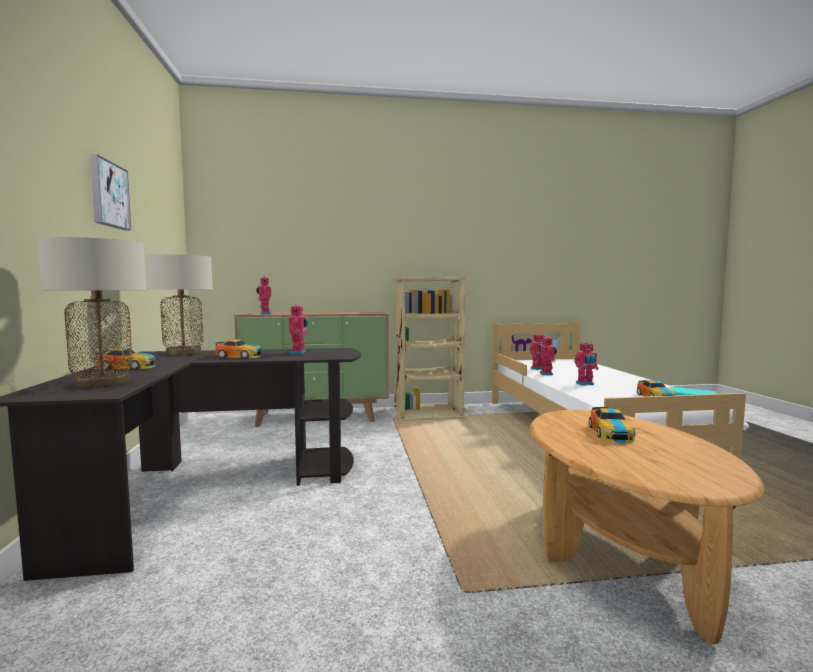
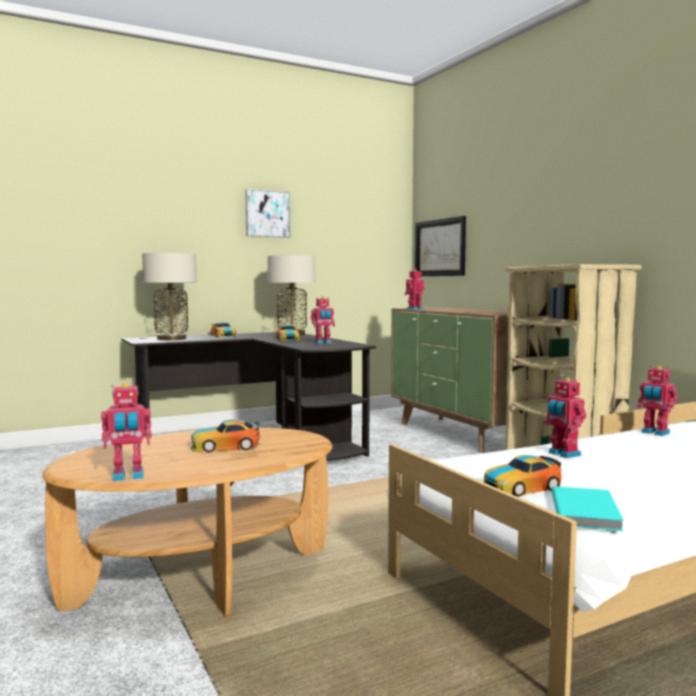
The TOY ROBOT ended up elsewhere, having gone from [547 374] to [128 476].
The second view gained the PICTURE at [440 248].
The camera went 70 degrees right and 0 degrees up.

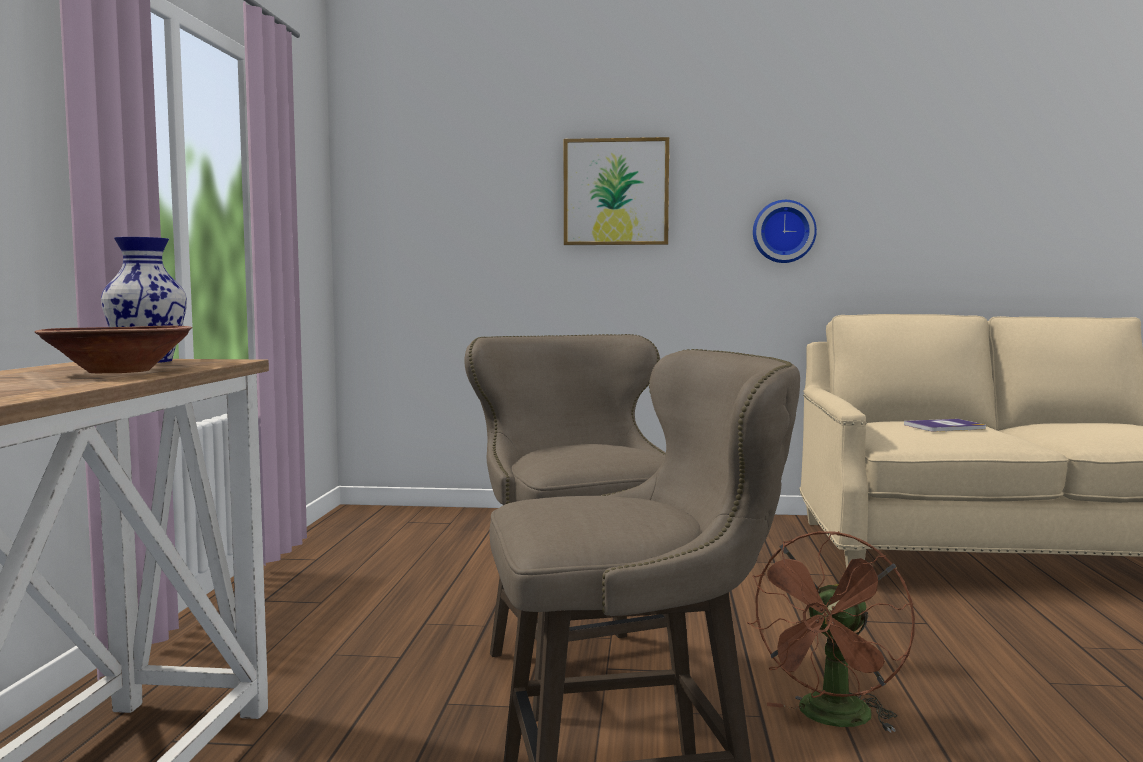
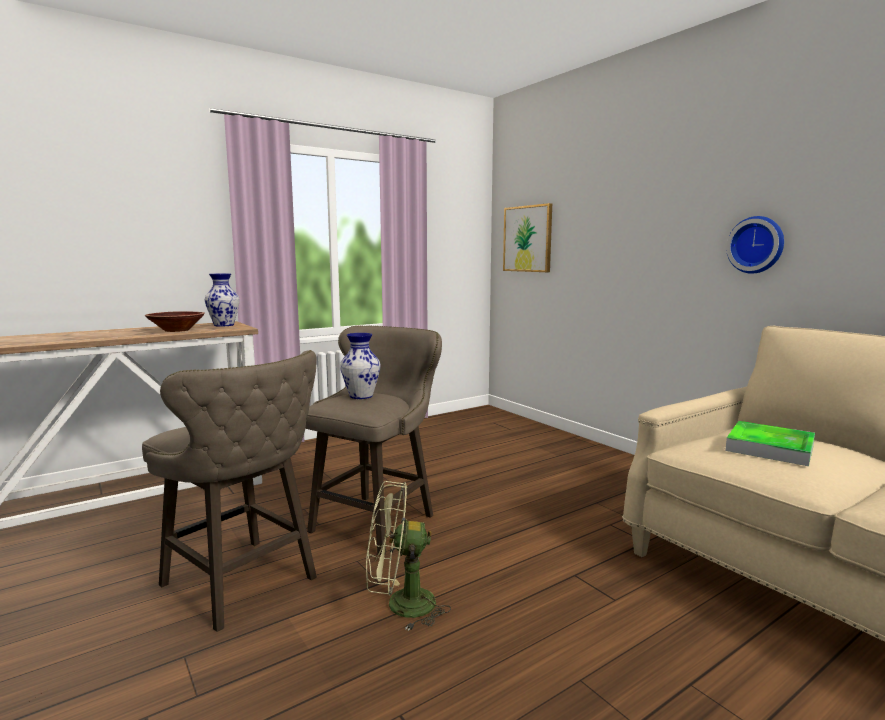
The PICTURE ended up elsewhere, having gone from [616 192] to [527 239].
What was the BROWN FAN at [832 719] turned into the GREEN FAN at [400 606].
Where the BOOK stood at [945 427], the TRAY came to stand at [770 448].
The second view gained the VASE at [360 396].
The camera went 50 degrees right and 5 degrees up.

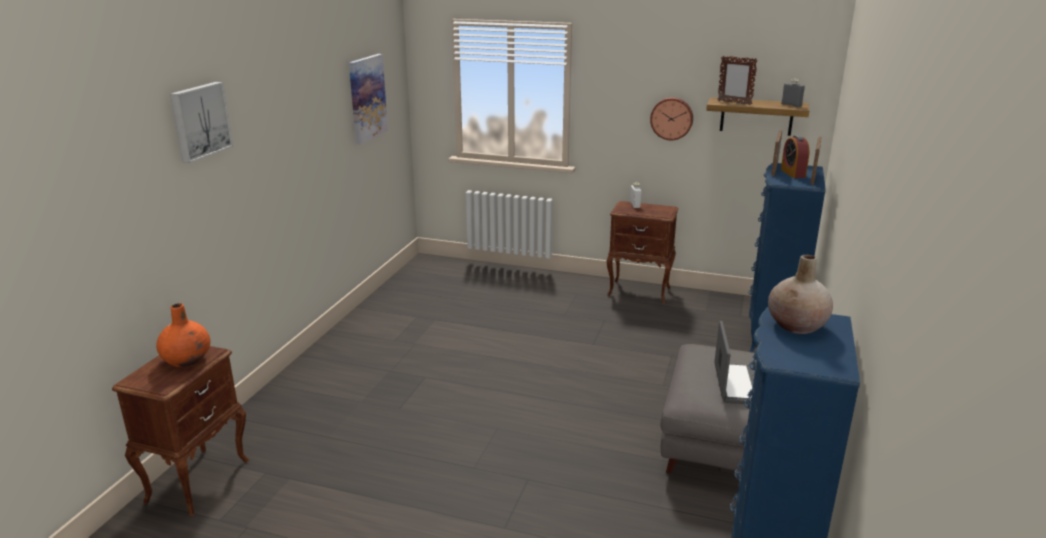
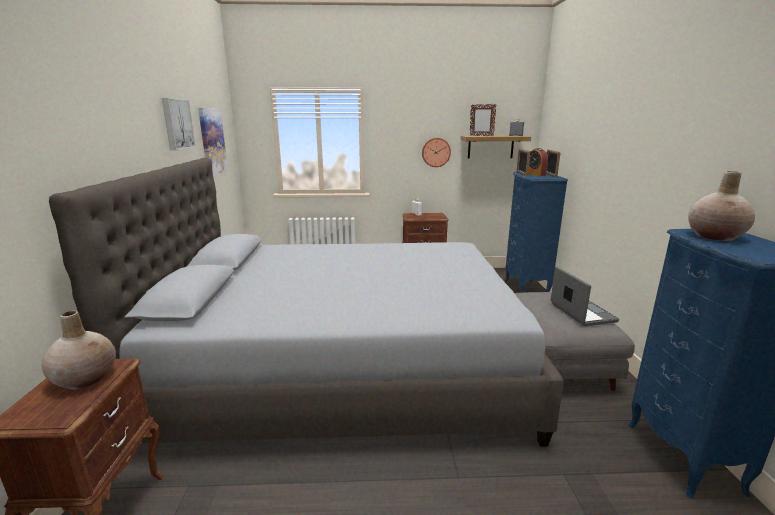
What was the ORANGE VASE at [187 359] turned into the BEIGE VASE at [86 378].
The PICTURE ended up elsewhere, having gone from [199 121] to [177 124].
The second view gained the GREY BED at [345 367].
The camera went 20 degrees left and 5 degrees down.

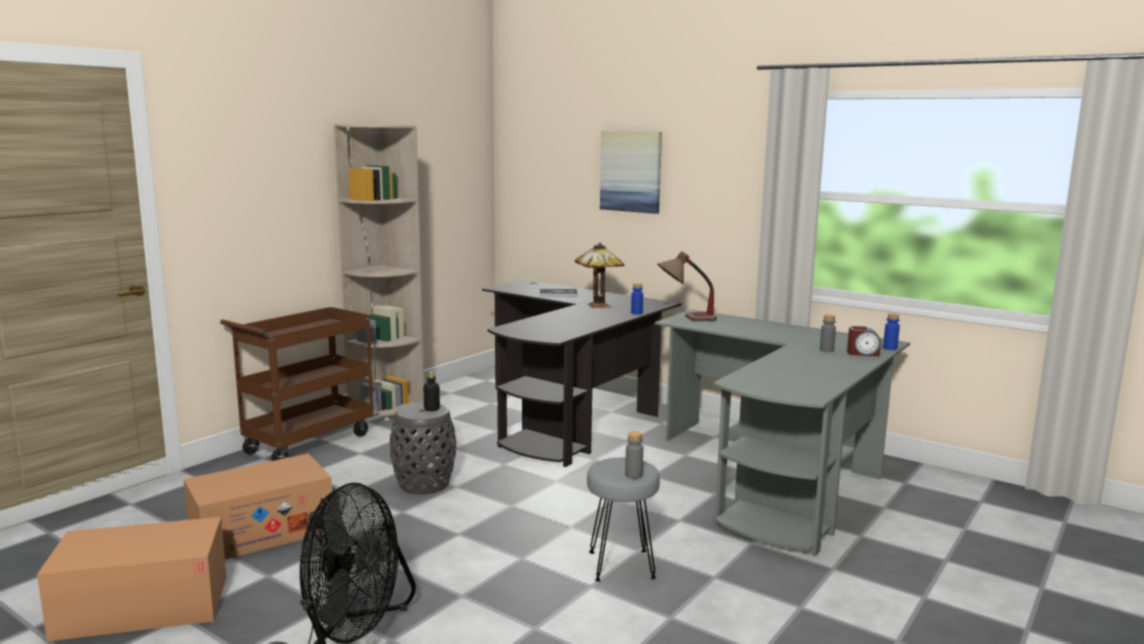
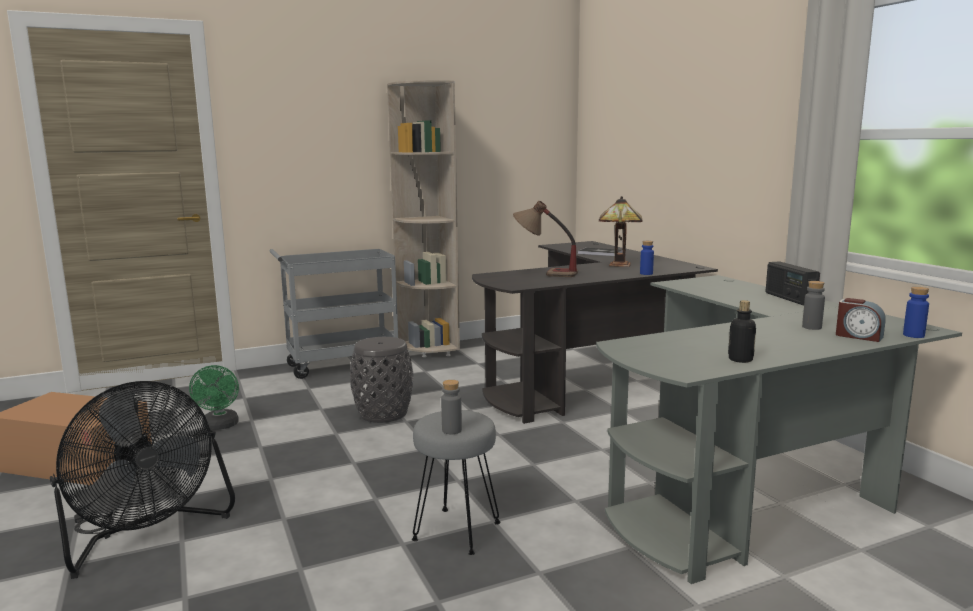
Where the CARDBOARD BOX stood at [261 532], the GREEN FAN came to stand at [220 426].
What was the BROWN CART at [306 445] turned into the GREY CART at [339 366].
The BOTTLE ended up elsewhere, having gone from [432 409] to [740 359].
The second view lost the PICTURE at [631 171].
The TABLE LAMP ended up elsewhere, having gone from [685 319] to [544 273].
The second view gained the RADIO at [789 298].
The camera went 30 degrees right and 0 degrees up.

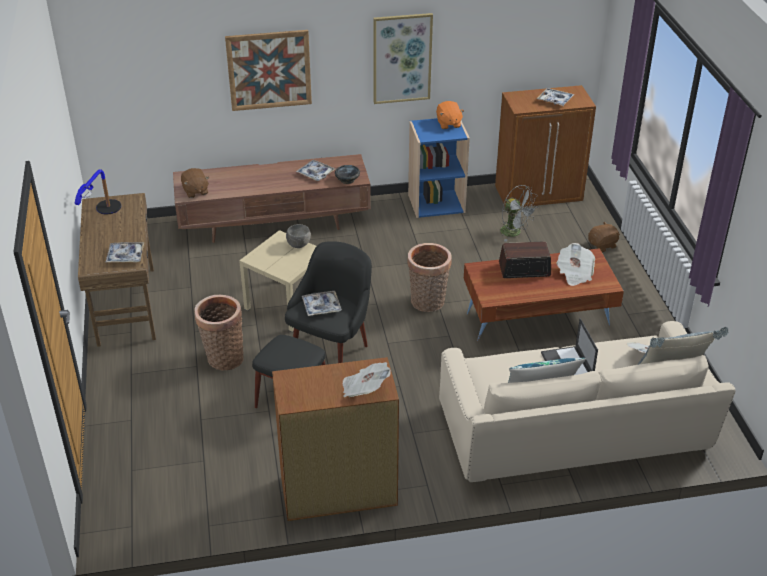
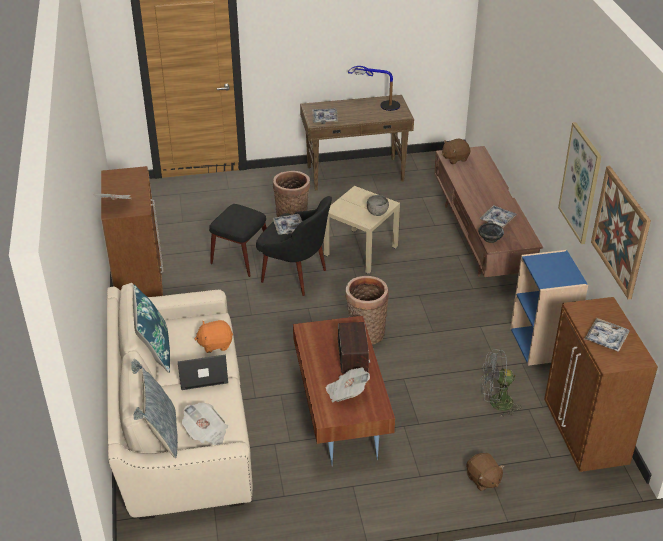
The PICTURE ended up elsewhere, having gone from [269 70] to [620 231].
The ORANGE PLUSH TOY ended up elsewhere, having gone from [448 124] to [215 344].
The GREY FAN at [514 233] ended up facing another way, 45 degrees clockwise from before.
The camera went 90 degrees right and 0 degrees up.

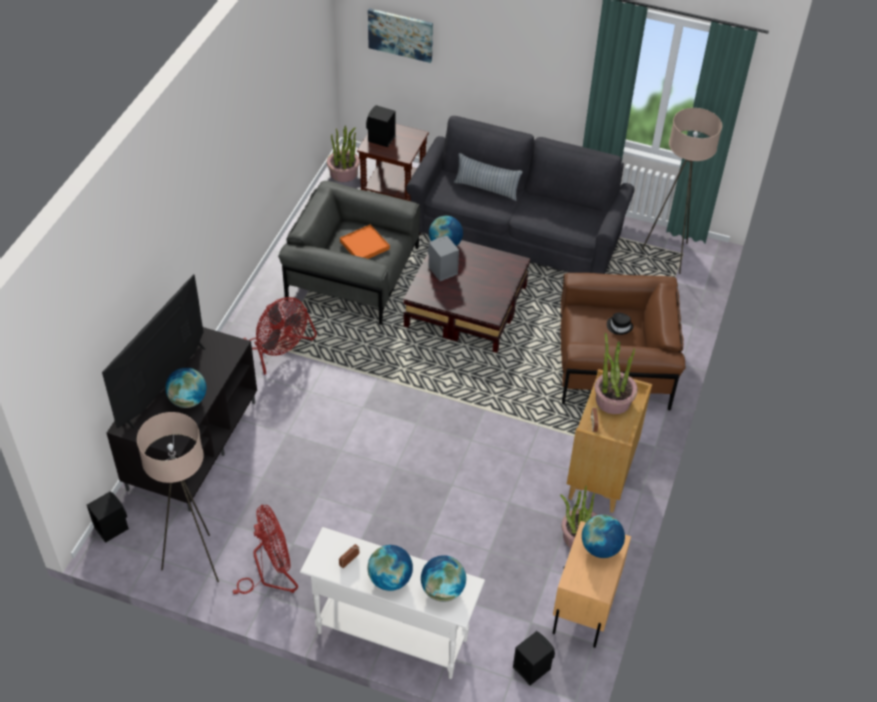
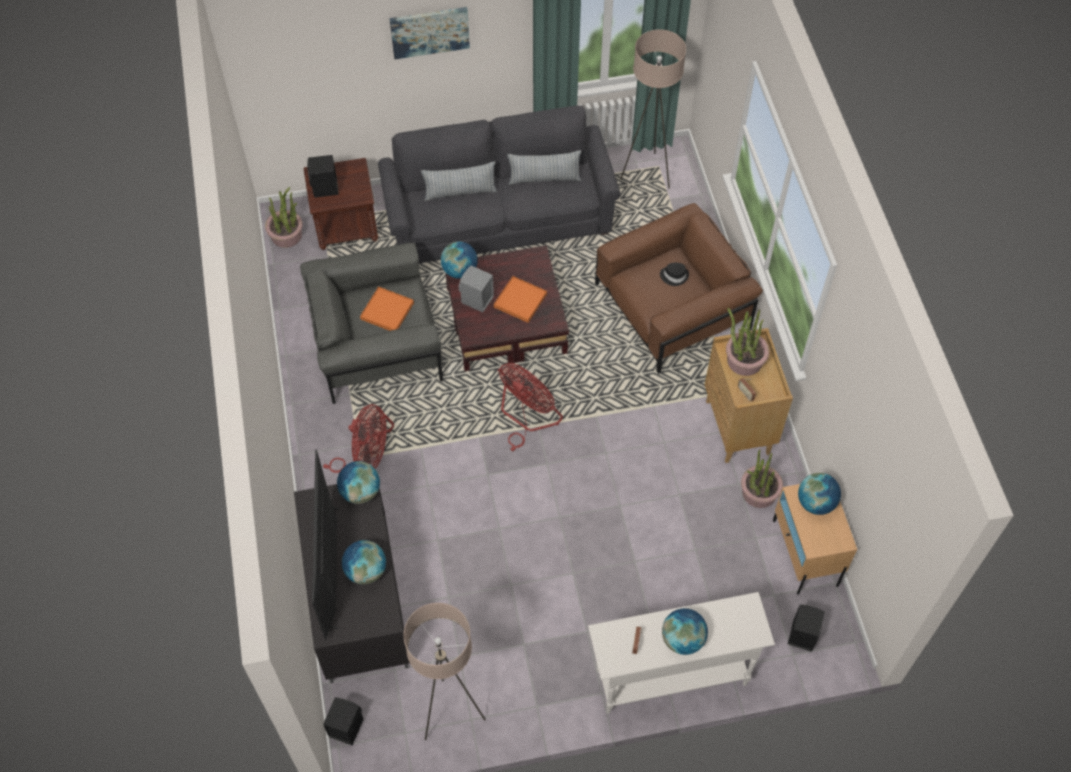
The RED FAN ended up elsewhere, having gone from [269 568] to [524 416].
The PICTURE ended up elsewhere, having gone from [400 34] to [429 31].
The GLOBE ended up elsewhere, having gone from [443 590] to [360 492].
The second view gained the ORANGE TRAY at [520 300].
The second view gained the PILLOW at [544 178].
The camera went 30 degrees left and 10 degrees up.

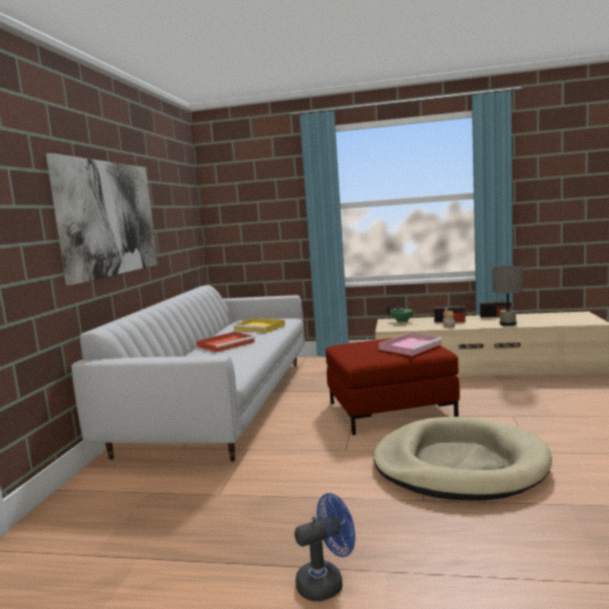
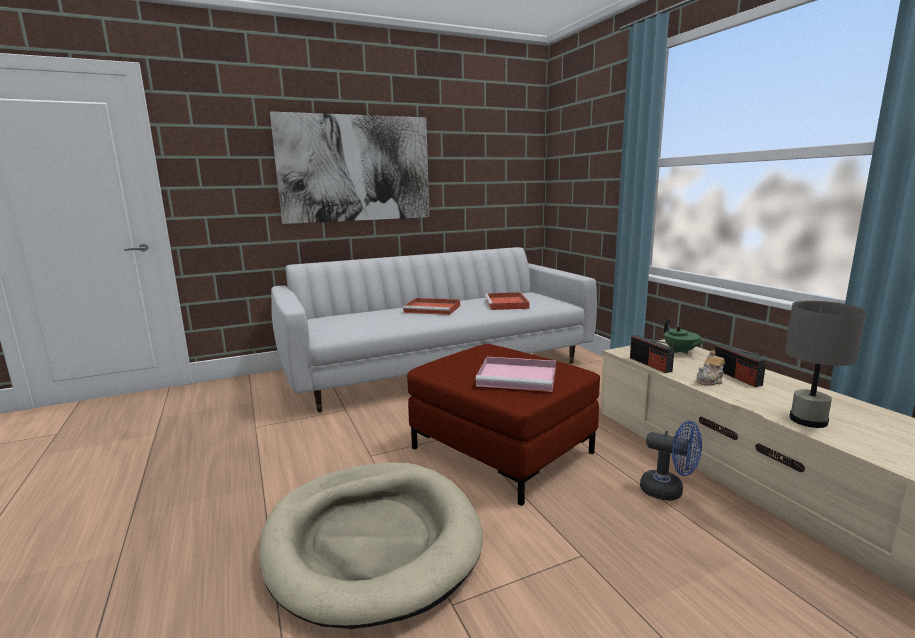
What was the YELLOW TRAY at [260 327] turned into the RED TRAY at [507 304].
The BLUE FAN ended up elsewhere, having gone from [326 582] to [668 491].
The RADIO ended up elsewhere, having gone from [495 316] to [650 364].
The camera went 55 degrees right and 5 degrees up.

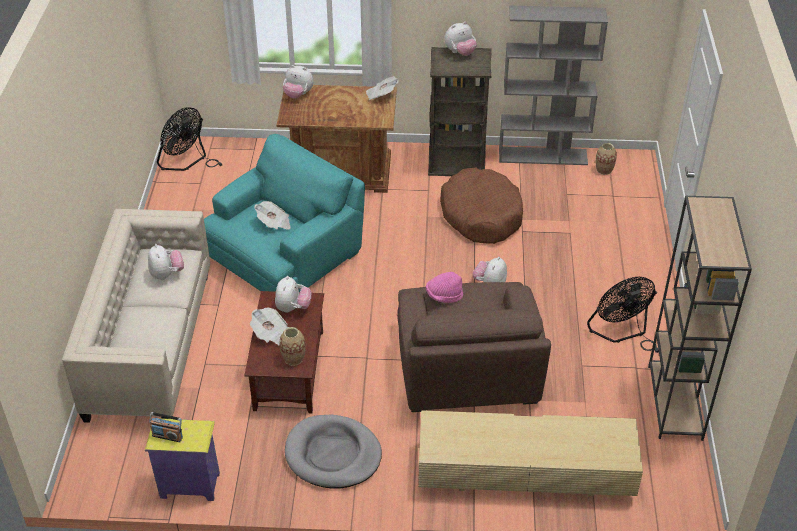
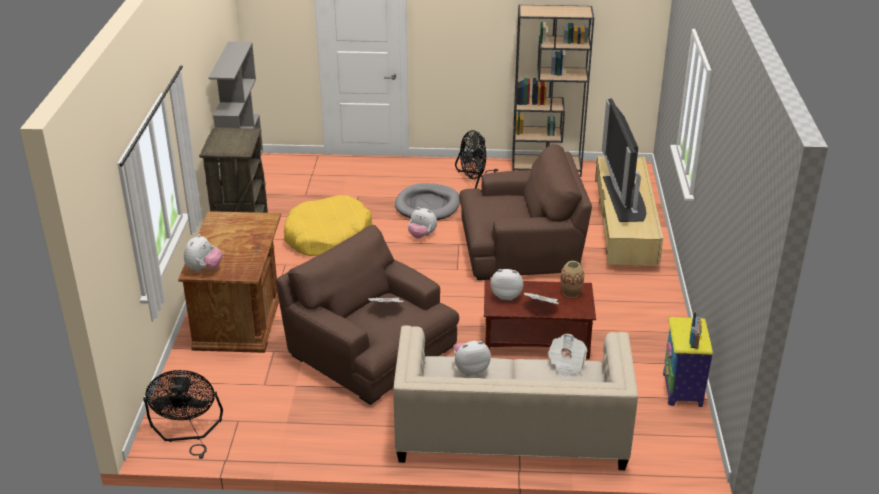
The BLACK FAN at [191 160] ended up facing another way, 135 degrees clockwise from before.
What was the TURQUOISE ARMCHAIR at [284 252] turned into the BROWN ARMCHAIR at [370 350].
The GREY DOG BED ended up elsewhere, having gone from [333 455] to [427 205].
The NEWSPAPER ended up elsewhere, having gone from [381 95] to [566 364].
The second view lost the PINK HAT at [444 295].
What was the BROWN DOG BED at [481 215] turned into the YELLOW DOG BED at [328 237].
The second view lost the PLUSH TOY at [460 53].
The second view lost the VASE at [604 170].
The second view gained the TELEVISION at [624 198].
The camera went 90 degrees left and 10 degrees down.

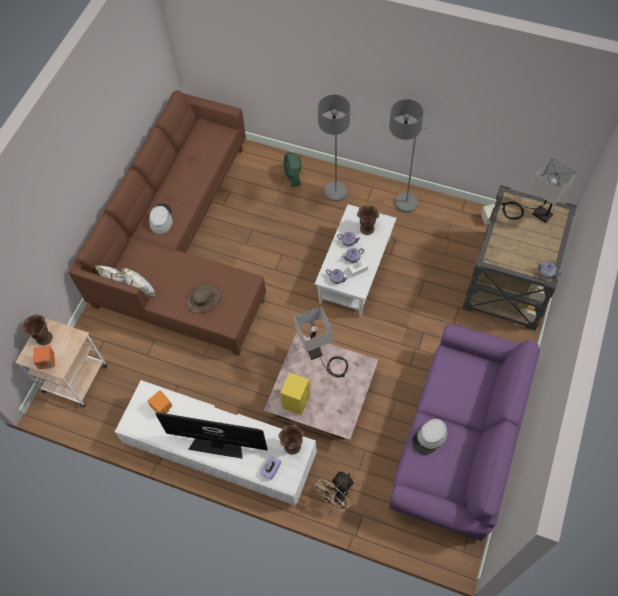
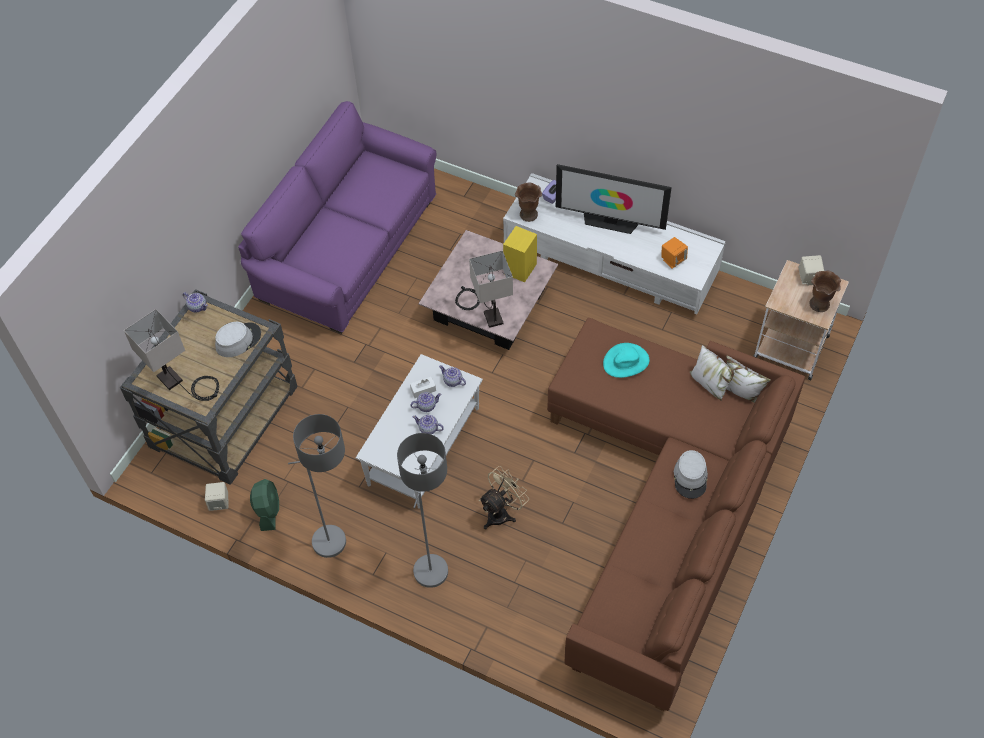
What was the ORANGE SPEAKER at [48 362] turned into the BEIGE SPEAKER at [808 278].
What was the BROWN HAT at [204 299] turned into the TURQUOISE HAT at [626 362].
The GREEN FAN ended up elsewhere, having gone from [293 175] to [268 510].
The BEIGE FAN ended up elsewhere, having gone from [336 497] to [502 513].
The second view lost the BROWN VASE at [367 229].
The GREY HAT ended up elsewhere, having gone from [429 438] to [238 340].
The camera went 175 degrees left and 5 degrees down.

